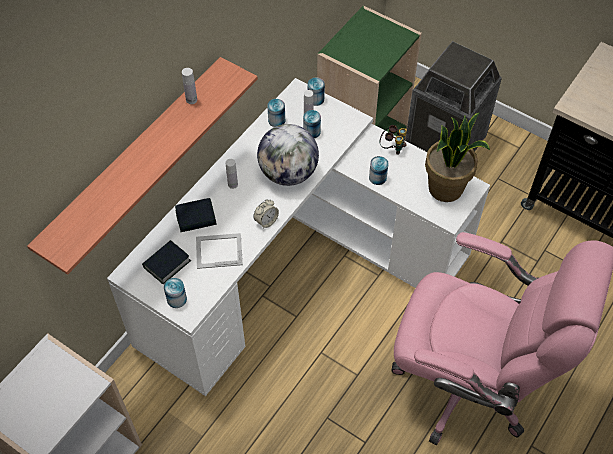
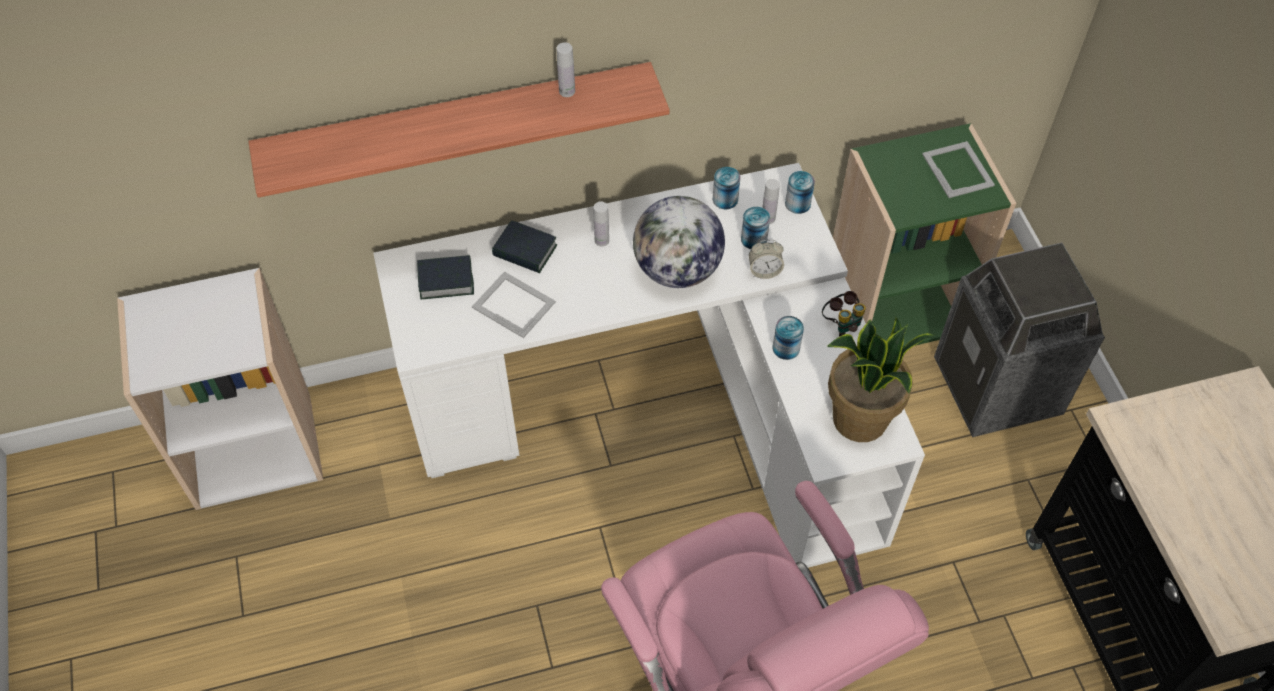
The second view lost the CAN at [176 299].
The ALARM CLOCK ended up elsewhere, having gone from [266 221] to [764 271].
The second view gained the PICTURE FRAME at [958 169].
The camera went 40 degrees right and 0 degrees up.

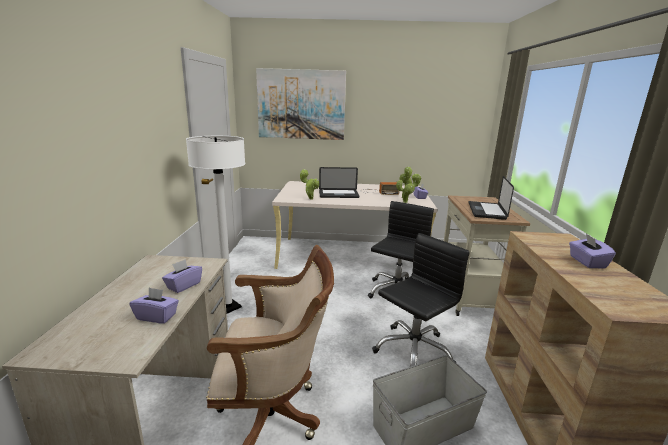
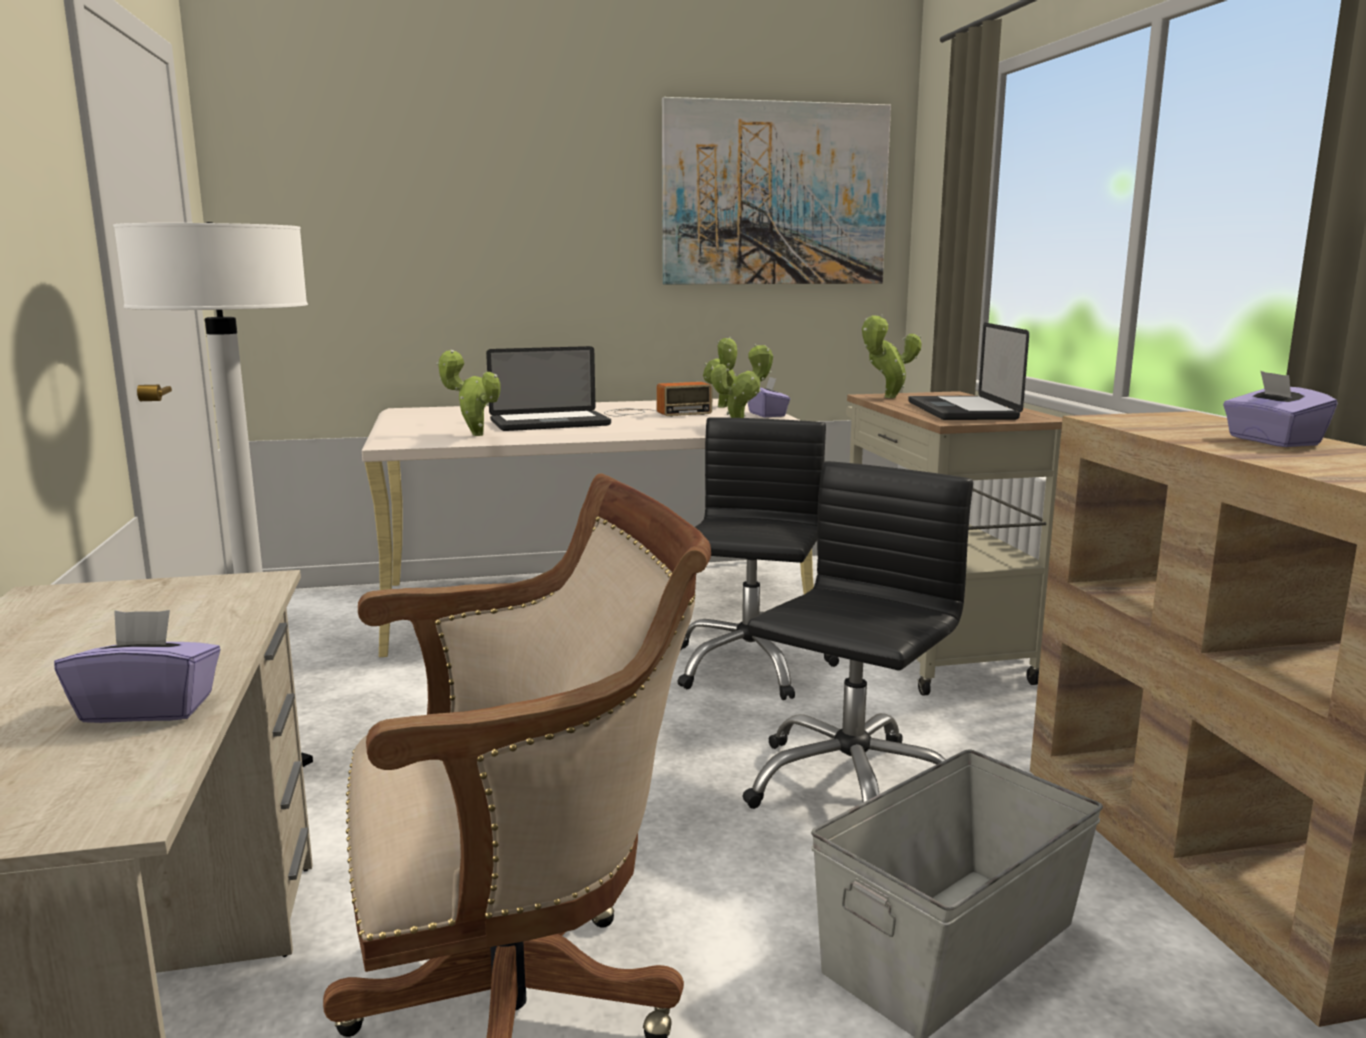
The second view lost the PURPLE TISSUE BOX at [183 285].
The PICTURE ended up elsewhere, having gone from [301 104] to [775 194].
The second view gained the POTTED PLANT at [887 397].
The camera went 15 degrees left and 5 degrees down.

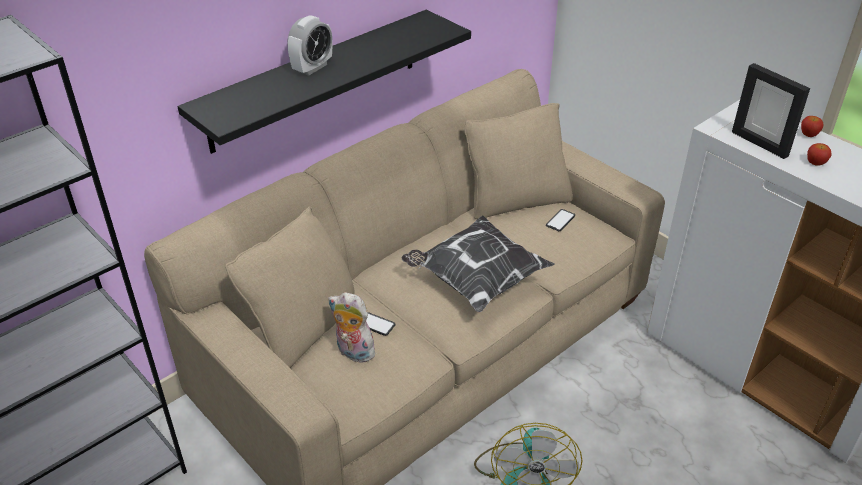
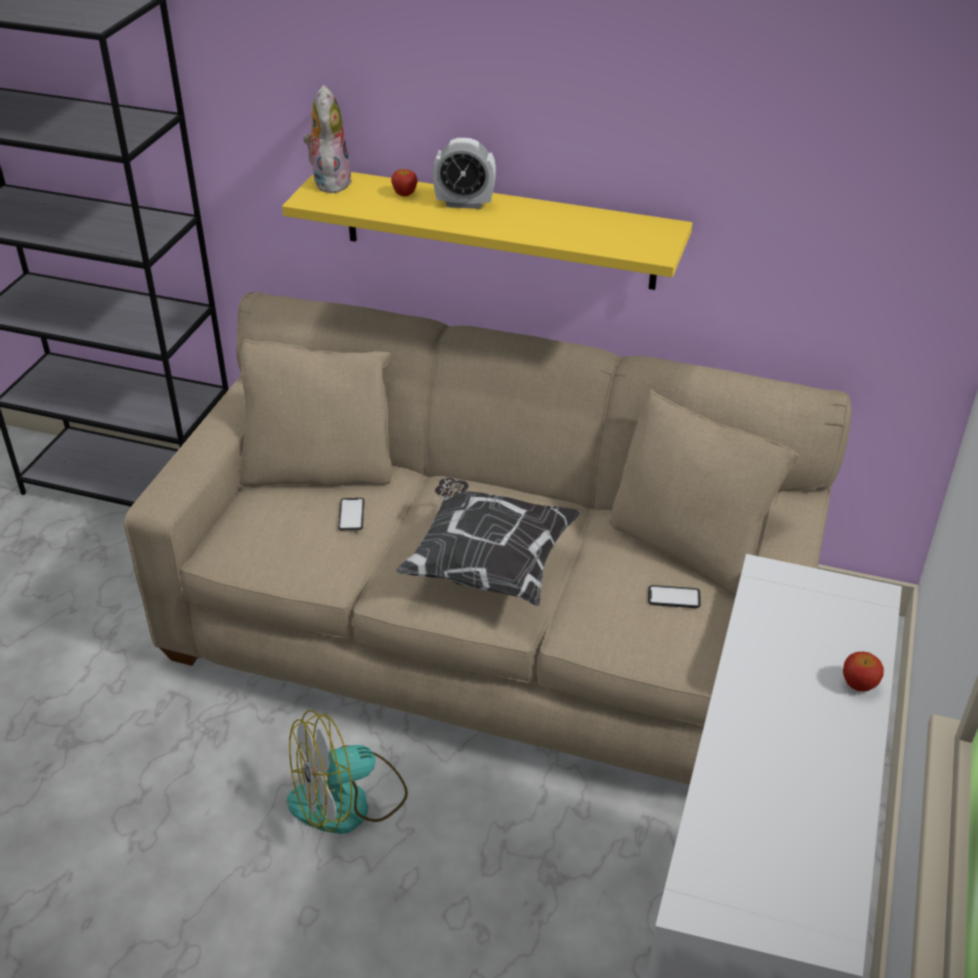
What was the BLACK SHELF at [315 80] turned into the YELLOW SHELF at [498 229].
The PLUSH TOY ended up elsewhere, having gone from [353 352] to [329 181].
The second view lost the PICTURE FRAME at [760 143].
The APPLE ended up elsewhere, having gone from [816 163] to [404 194].
The camera went 60 degrees right and 0 degrees up.

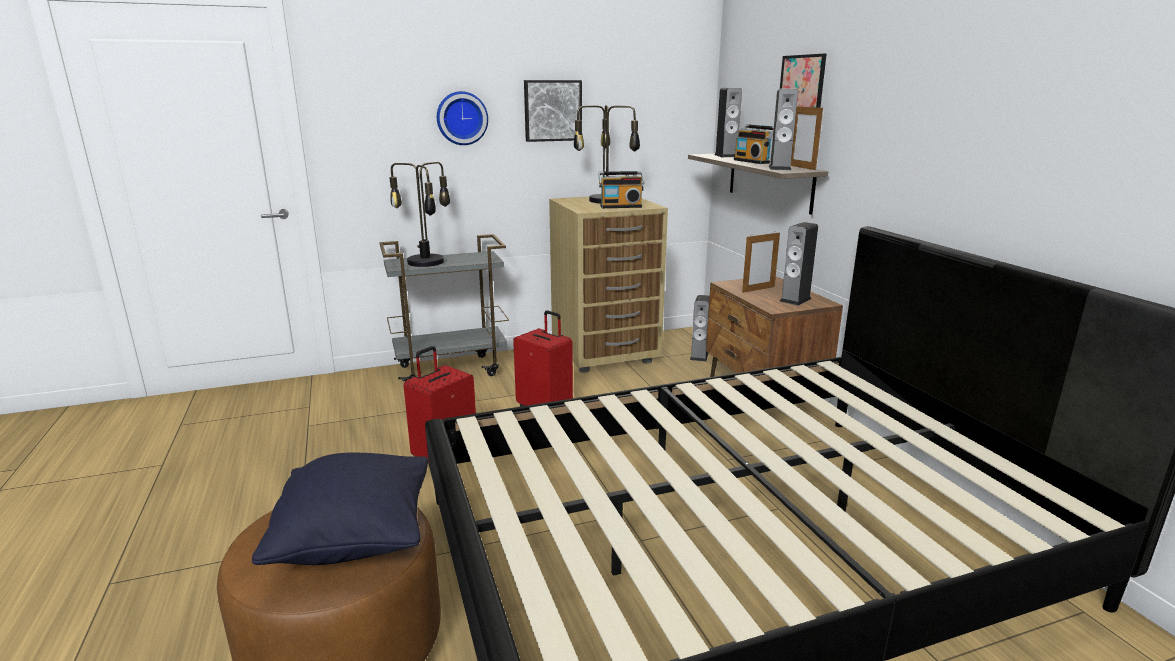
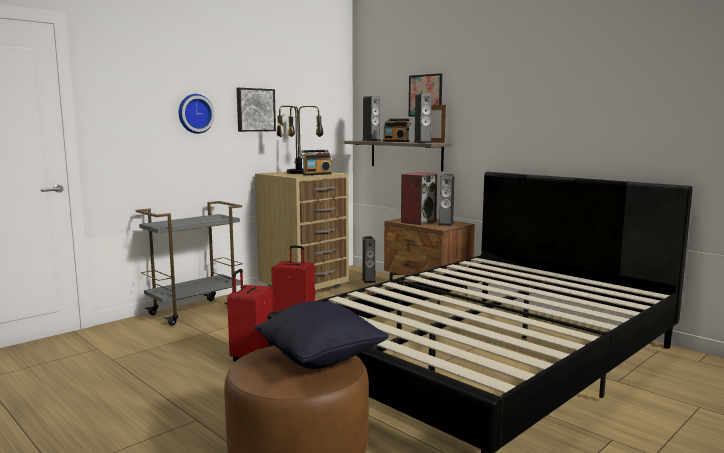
The second view lost the TABLE LAMP at [426 262].
Where the PICTURE FRAME stood at [758 289], the SPEAKER came to stand at [418 221].
The camera went 25 degrees left and 10 degrees down.

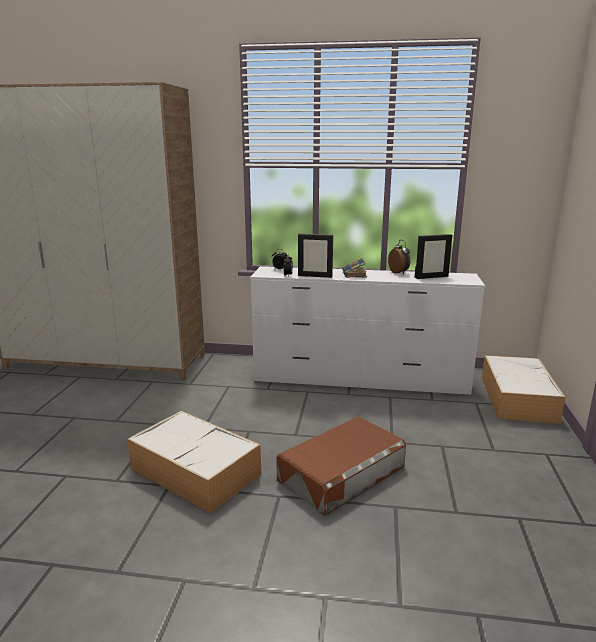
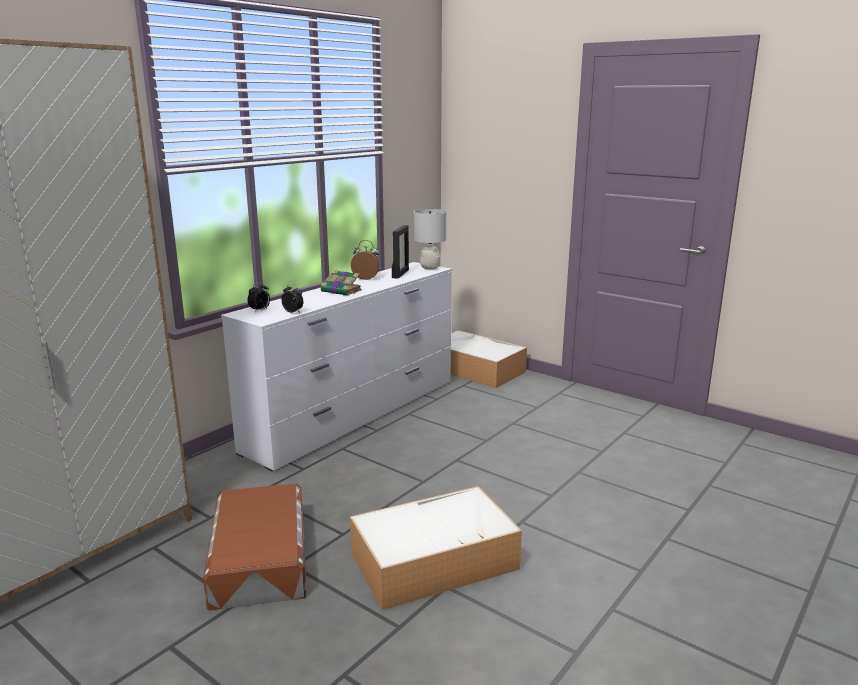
The BROWN STORAGE BOX ended up elsewhere, having gone from [341 472] to [259 556].
The second view lost the PICTURE FRAME at [315 276].
The second view gained the GREY TABLE LAMP at [430 268].
The camera went 60 degrees left and 0 degrees up.

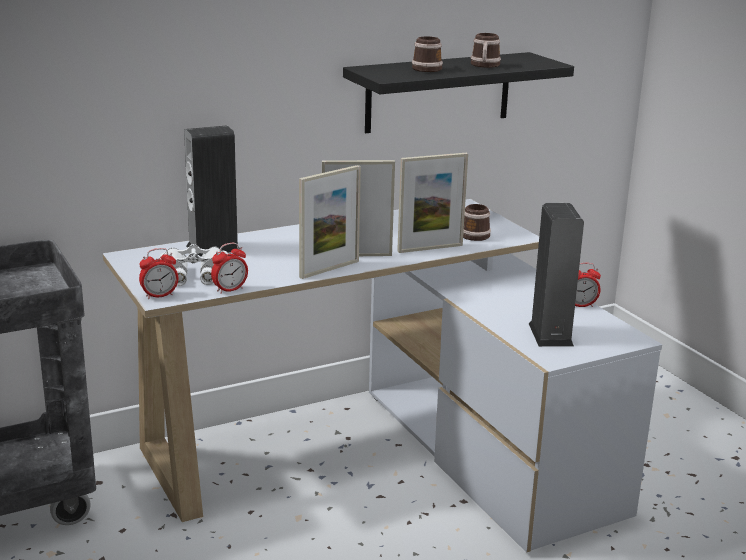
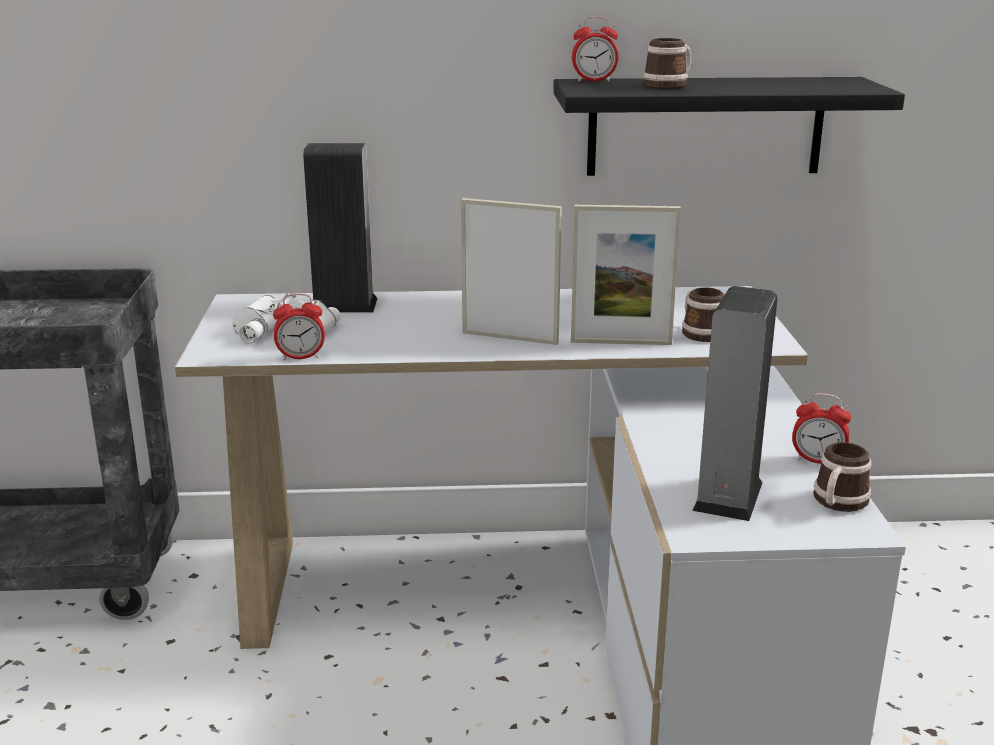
The ALARM CLOCK ended up elsewhere, having gone from [159 295] to [594 81].
The second view lost the PICTURE FRAME at [329 269].
The MUG ended up elsewhere, having gone from [484 66] to [837 503].
The camera went 25 degrees right and 0 degrees up.

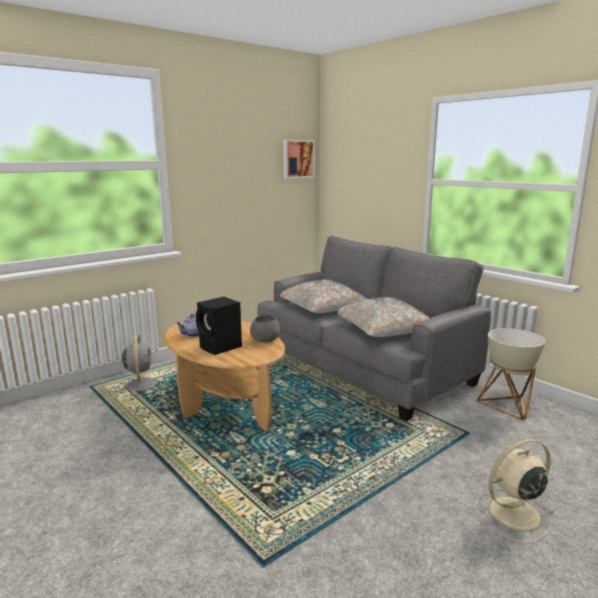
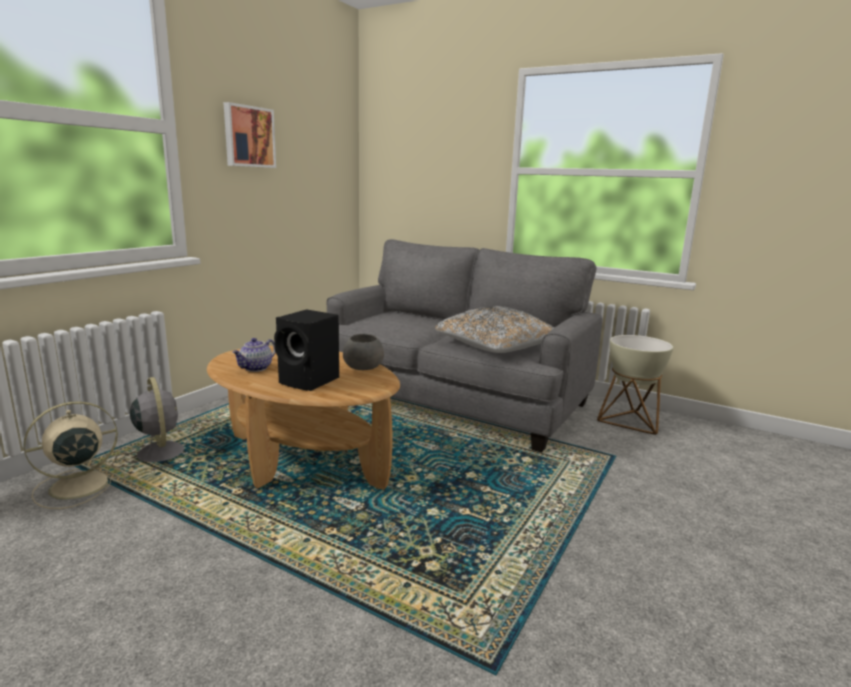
The second view lost the WHITE PILLOW at [323 307].
The PICTURE ended up elsewhere, having gone from [297 159] to [248 137].
The BEIGE FAN ended up elsewhere, having gone from [512 514] to [77 486].
The camera went 20 degrees left and 0 degrees up.

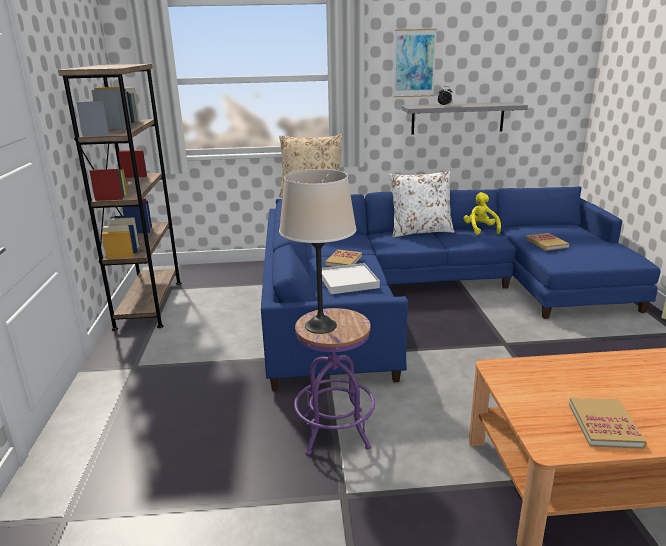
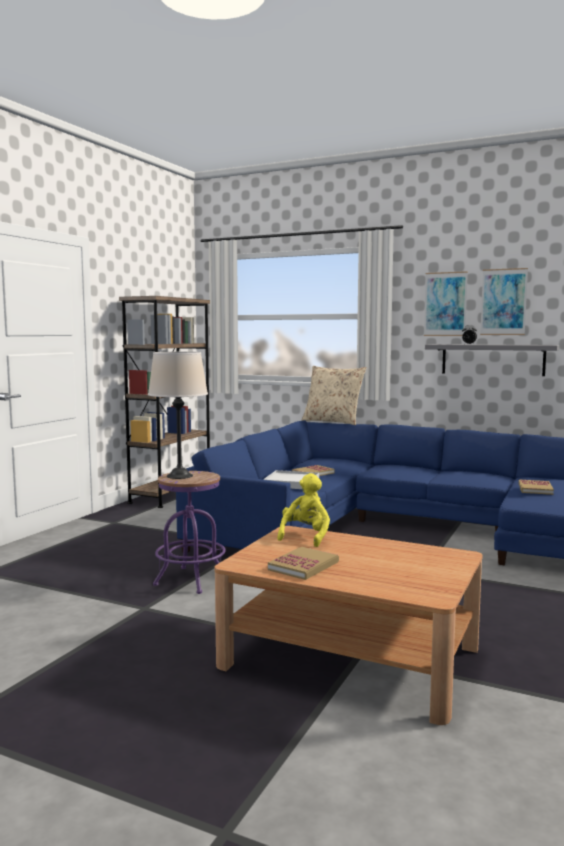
The second view lost the WHITE PILLOW at [420 231].
The YELLOW PLUSH TOY ended up elsewhere, having gone from [480 230] to [305 536].
The second view gained the PICTURE at [503 302].
The camera went 30 degrees right and 15 degrees down.

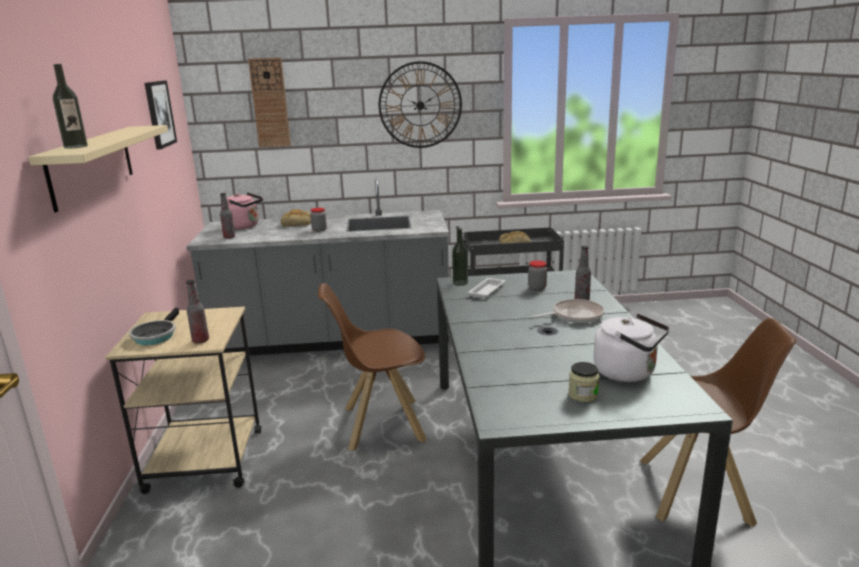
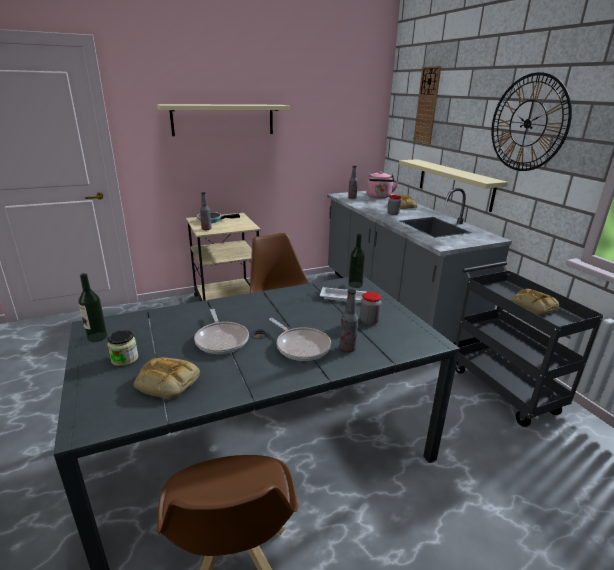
The BOTTLE ended up elsewhere, having gone from [76 147] to [97 337].
The second view lost the PICTURE at [159 114].
Where the WHITE KETTLE stood at [628 373], the BREAD came to stand at [166 382].
The second view gained the FRYING PAN at [221 340].
The second view gained the BEIGE SHELF at [454 184].
The camera went 70 degrees right and 5 degrees up.

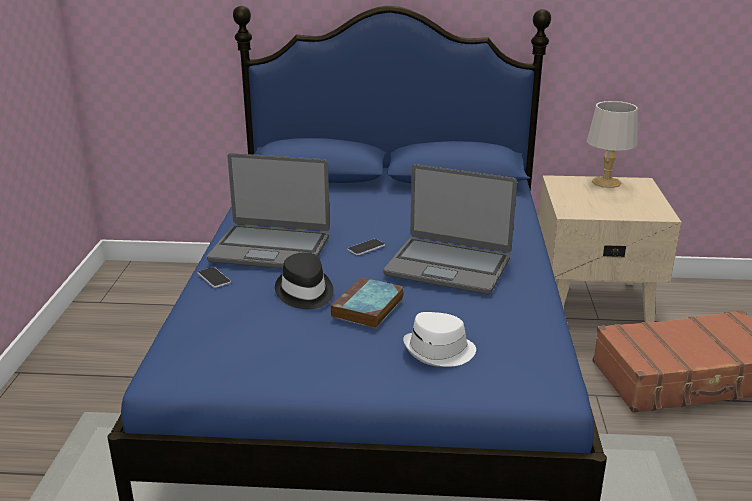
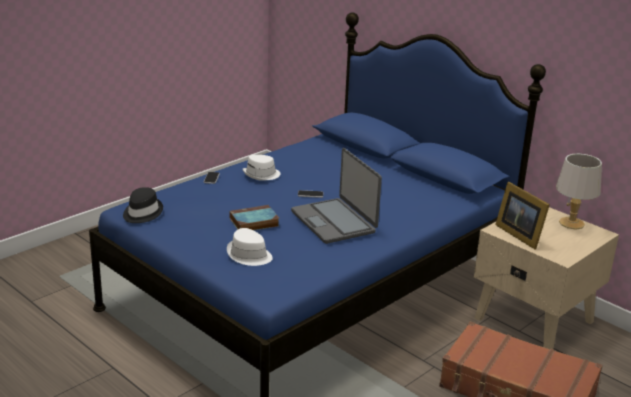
Where the LAPTOP stood at [271 248], the WHITE HAT came to stand at [261 175].
The BLACK HAT ended up elsewhere, having gone from [304 292] to [142 213].
The second view gained the PICTURE FRAME at [519 234].
The camera went 40 degrees right and 0 degrees up.

